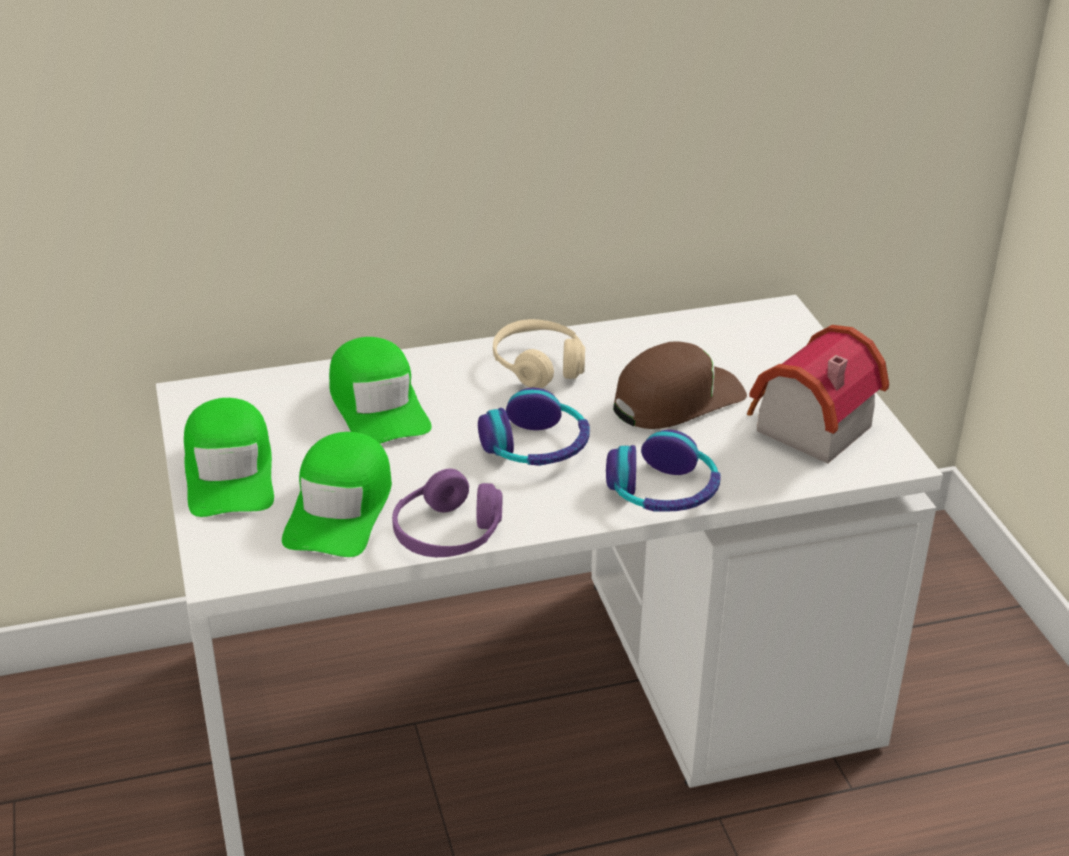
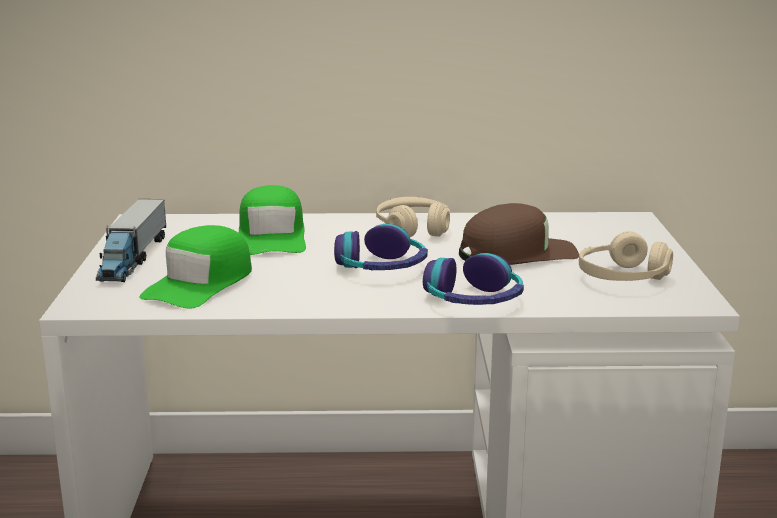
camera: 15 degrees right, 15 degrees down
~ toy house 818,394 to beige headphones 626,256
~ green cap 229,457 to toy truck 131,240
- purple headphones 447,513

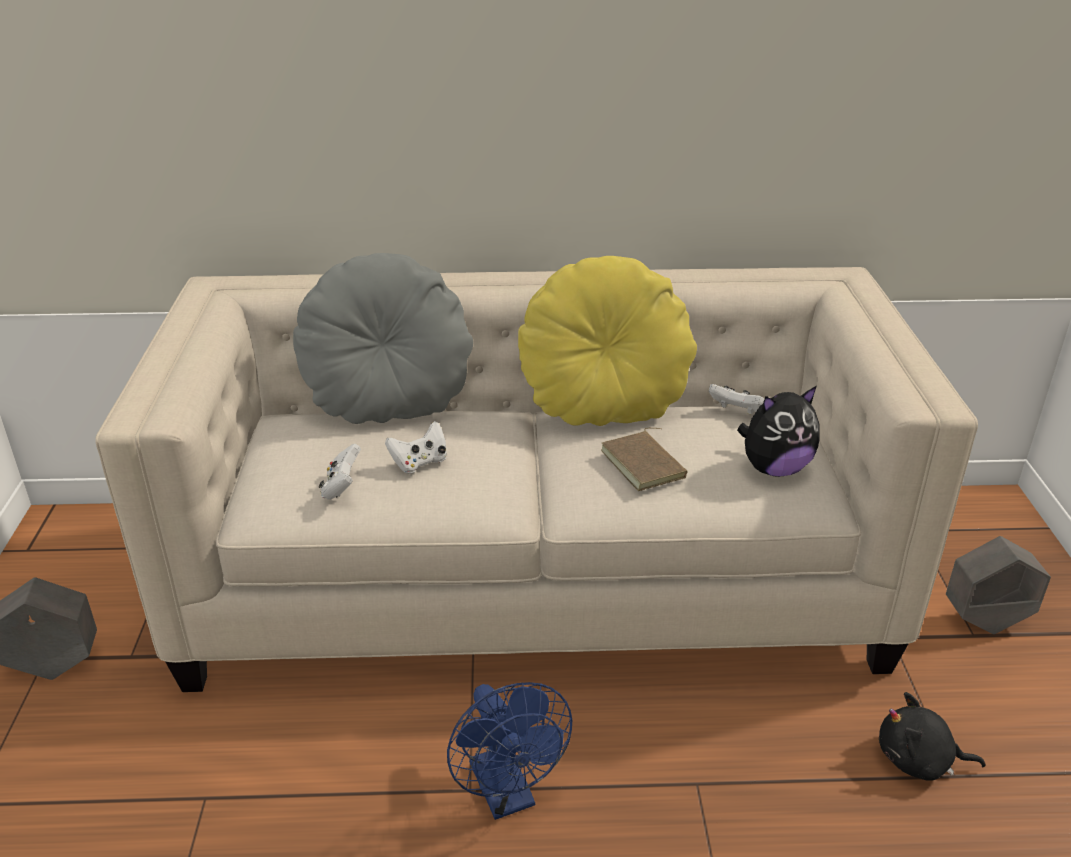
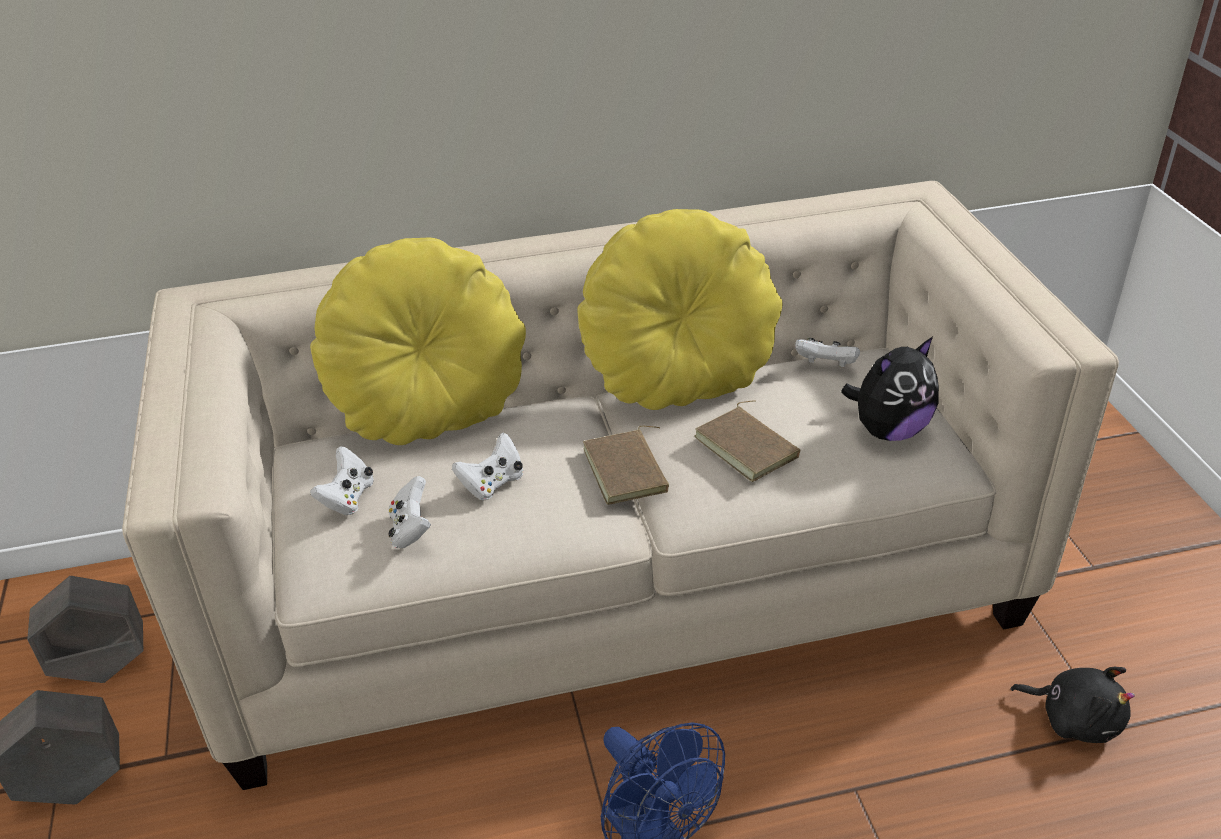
camera: 10 degrees left, 5 degrees up
~ grey pillow 383,338 to yellow pillow 418,341
~ grey planter 998,585 to 85,629
~ black plush toy 932,736 = 1072,705 150 degrees counterclockwise
+ brown book 626,465
+ white game controller 342,480

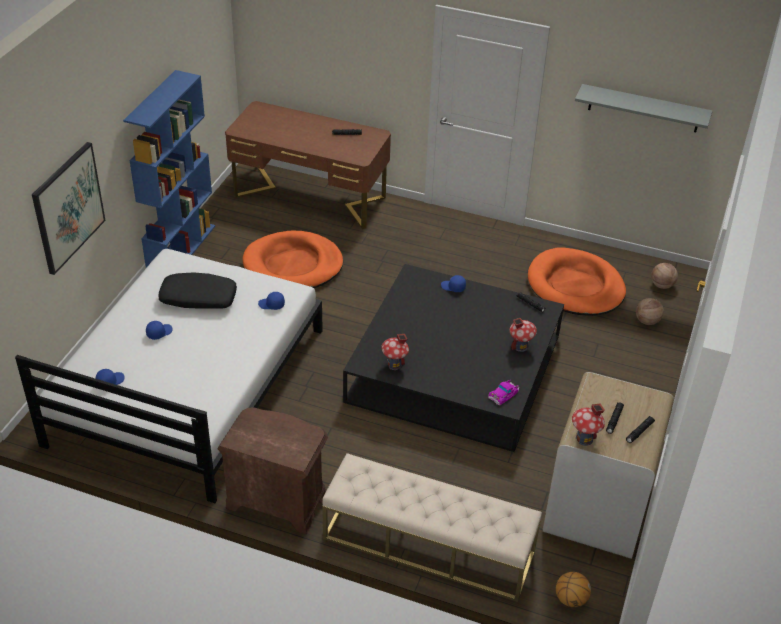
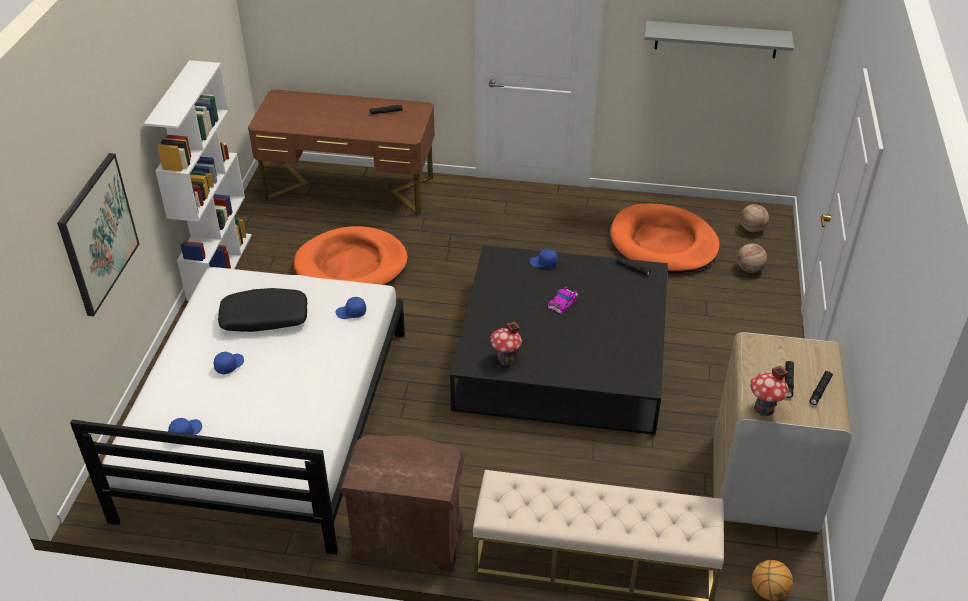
camera: 10 degrees left, 0 degrees up
~ blue bookcase 169,169 to white bookcase 198,180
- toy house 523,335
~ toy car 503,392 to 563,300

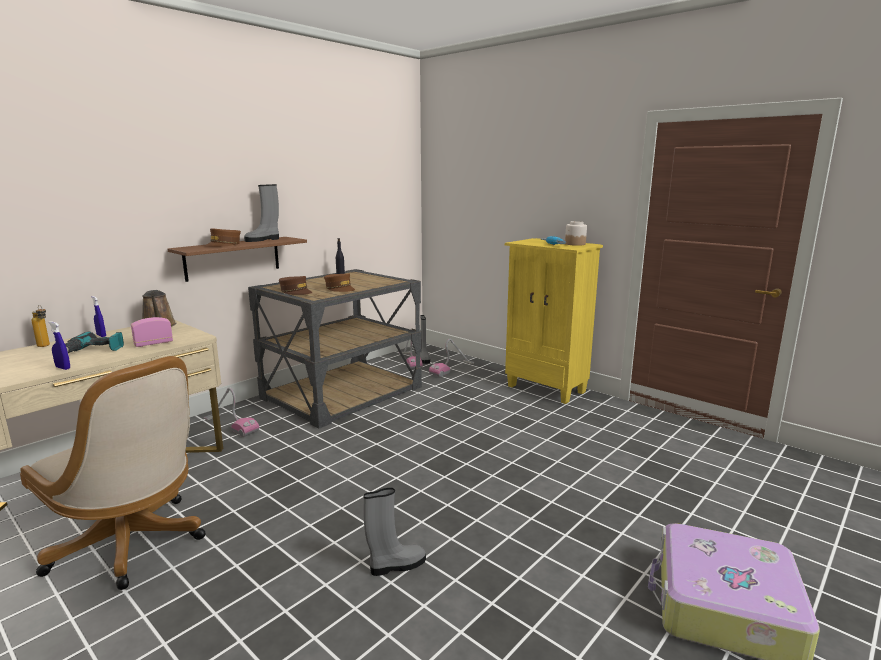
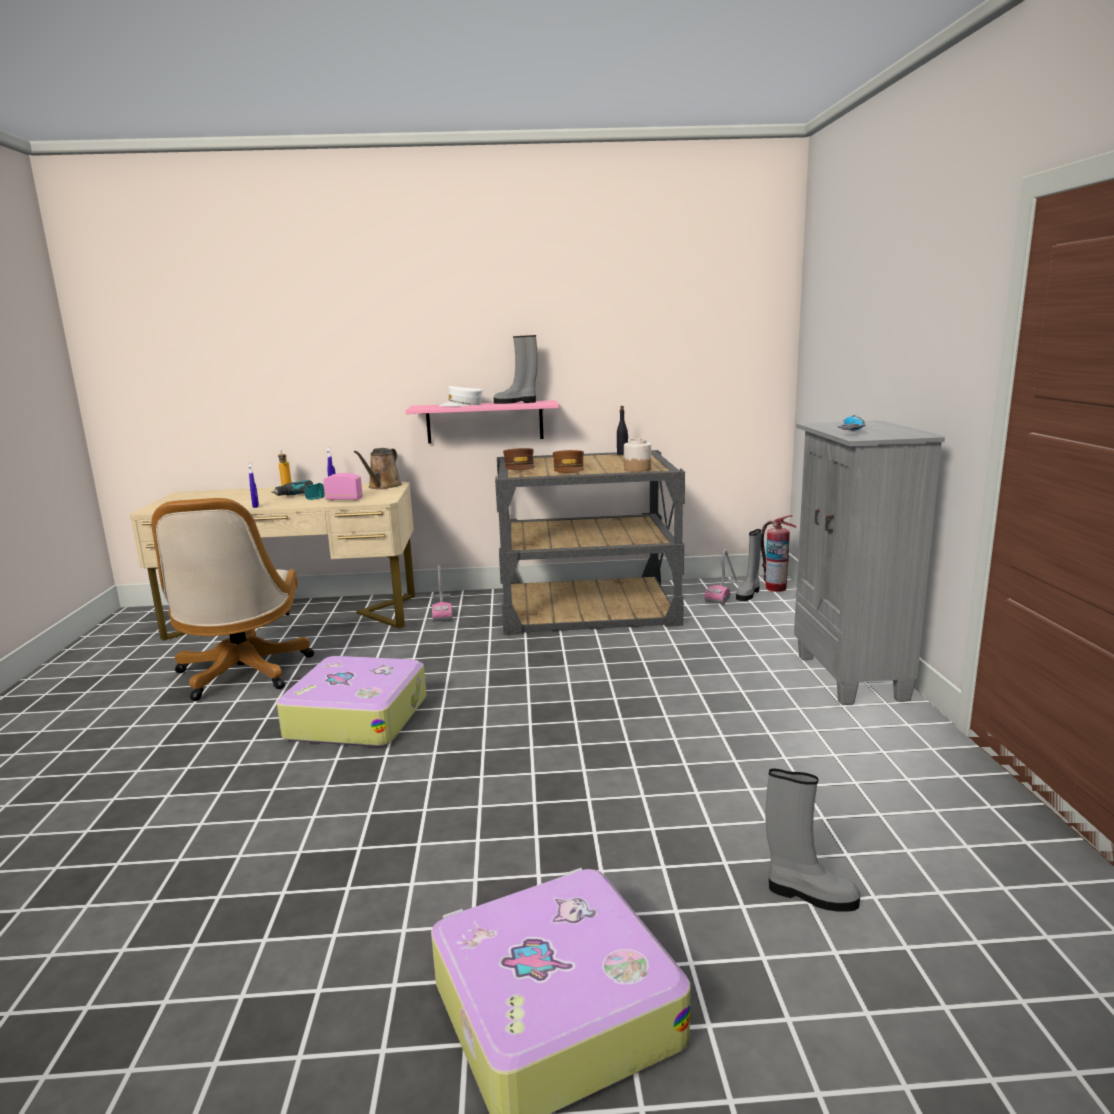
camera: 45 degrees right, 0 degrees up
~ jar 576,233 to 637,455
~ brown cap 223,237 to white cap 461,396
~ brown shelf 237,259 to pink shelf 482,422
~ yellow cabinet 554,321 to grey cabinet 870,562
- vacuum cleaner 451,358
~ grey boot 395,532 to 812,840
+ fire extinguisher 779,553
+ suitcase 352,701

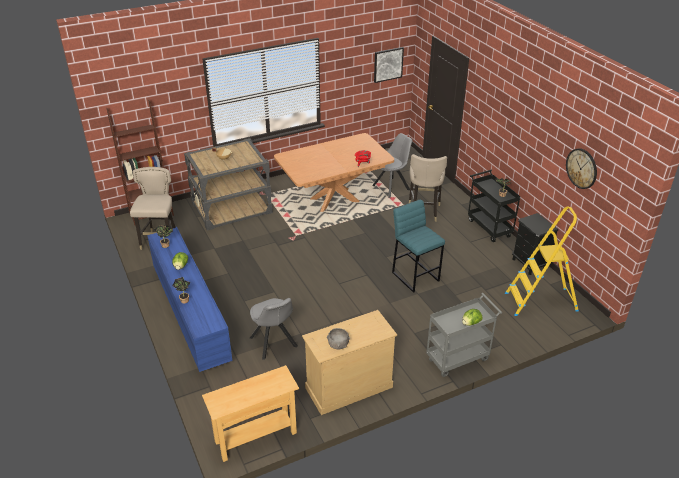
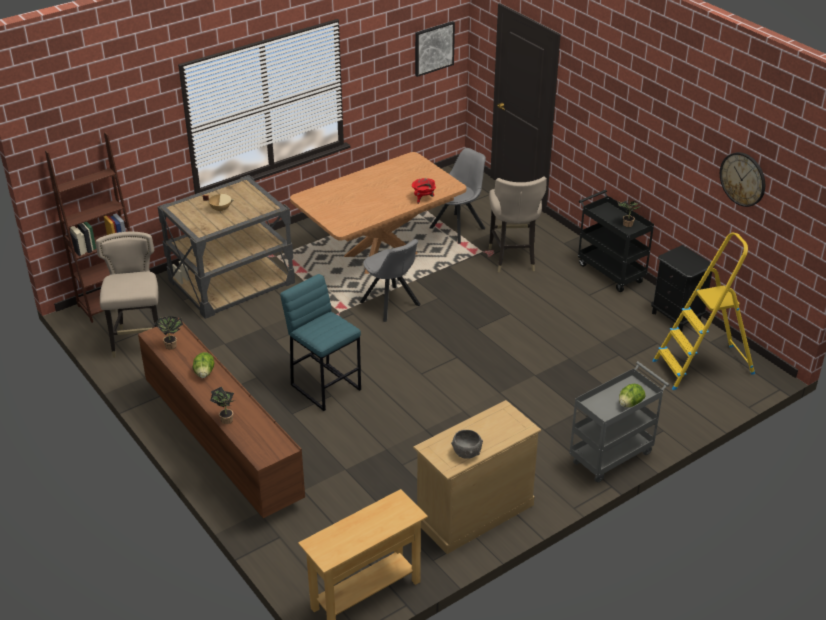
camera: 10 degrees left, 0 degrees up
~ turquoise stool 418,246 to 320,342
~ blue cabinet 189,299 to brown cabinet 221,417
~ grey chair 274,329 to 390,280

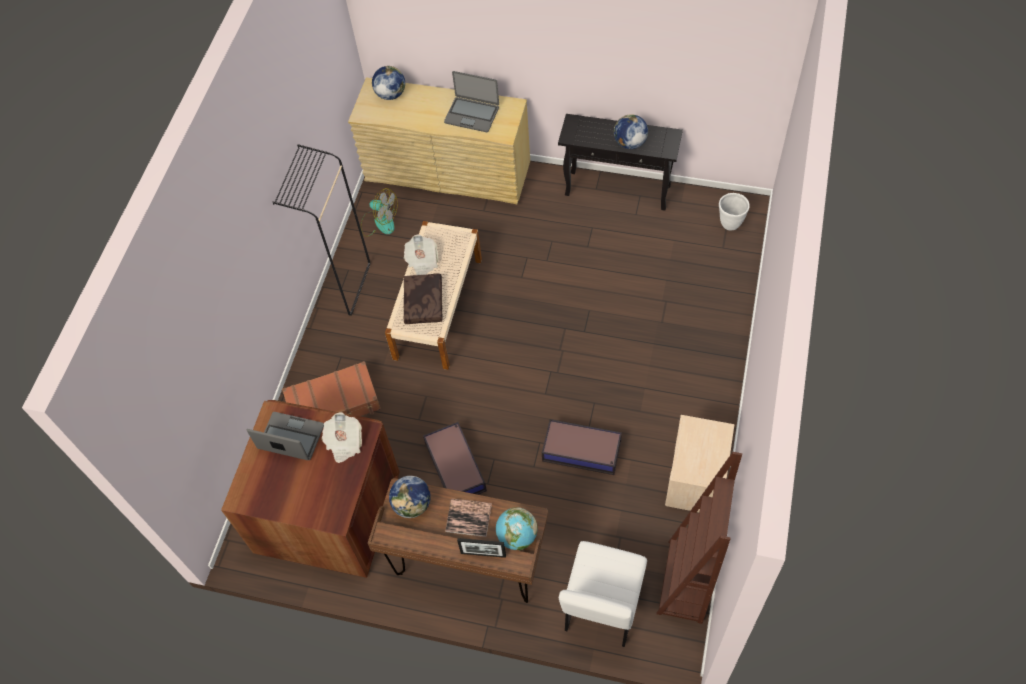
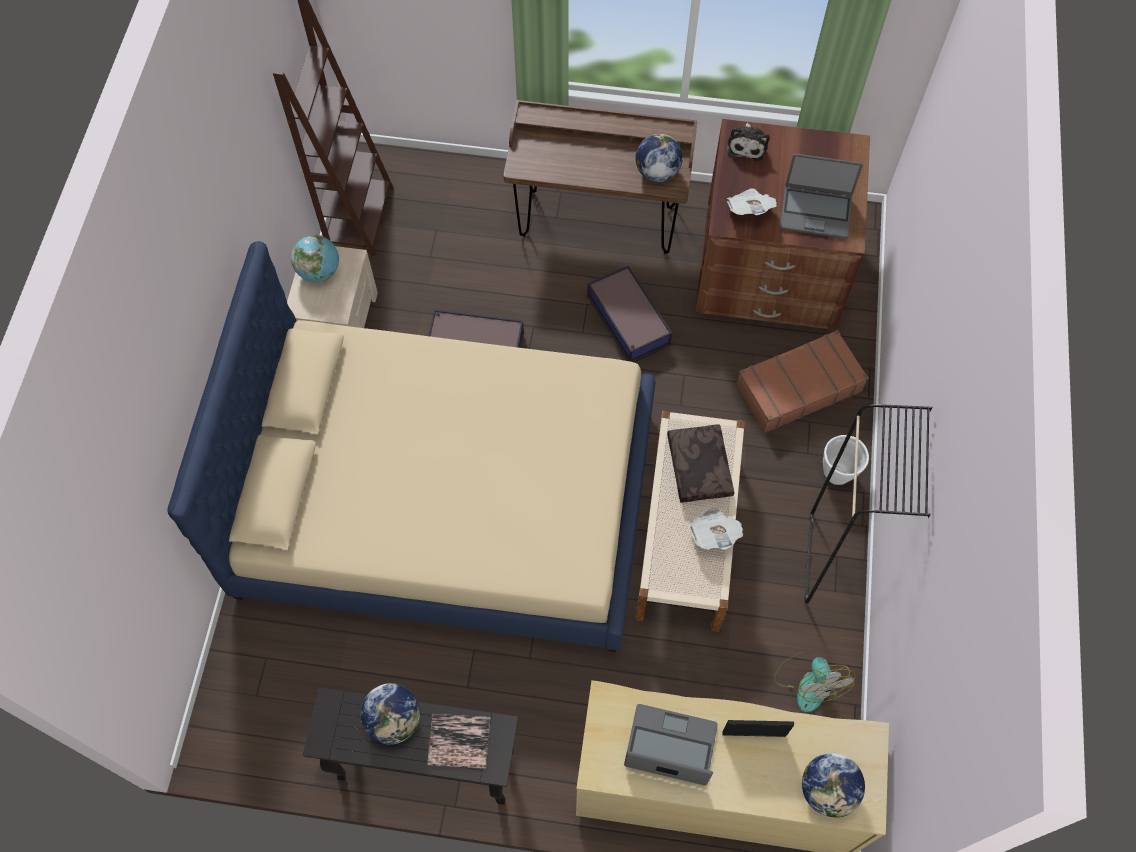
camera: 170 degrees right, 5 degrees up
~ fan 379,212 = 815,682 120 degrees counterclockwise
~ white planter 734,211 to 846,460
~ book 468,517 to 458,741
~ globe 517,528 to 315,258
~ picture frame 481,548 to 758,728
- white chair 603,594
+ plush toy 748,141
+ beige bed 411,446

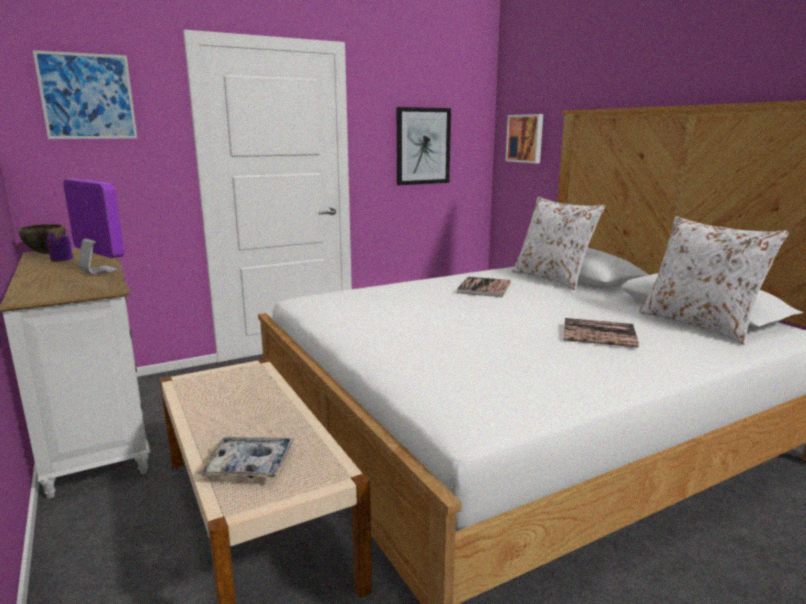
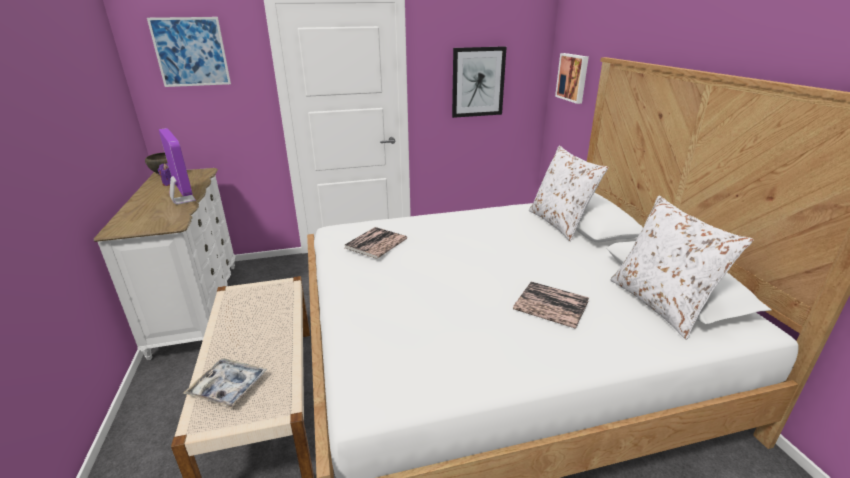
camera: 15 degrees right, 10 degrees up
~ book 483,287 to 376,243

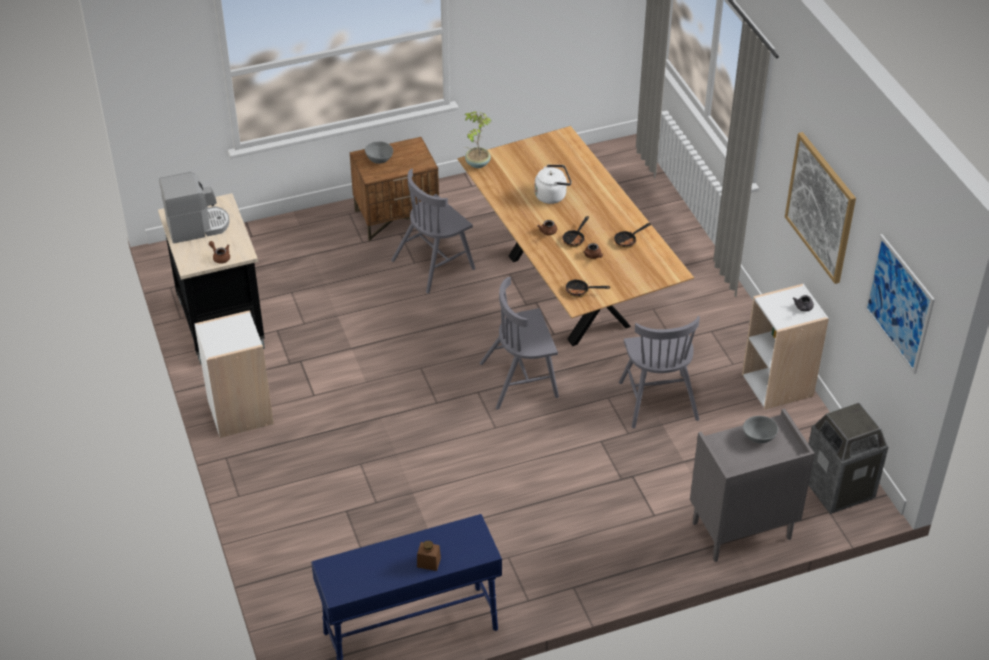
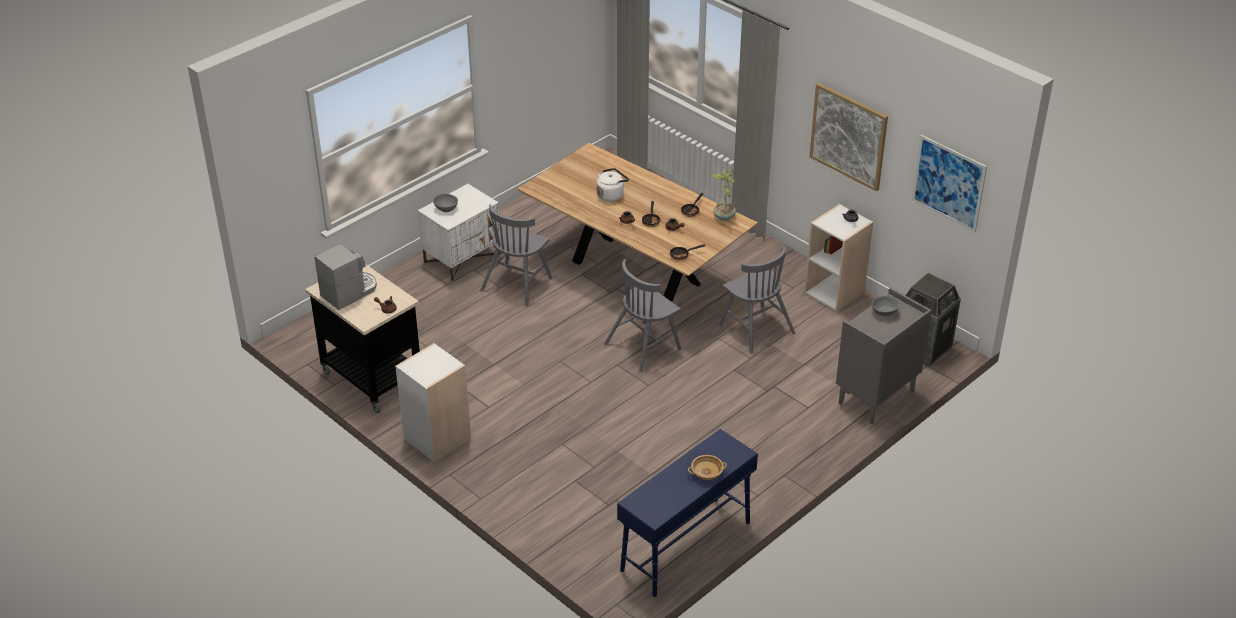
camera: 25 degrees left, 5 degrees down
~ potted plant 478,139 to 724,195
~ brown nightstand 394,189 to white nightstand 459,233
~ brown jar 429,555 to beige bowl 707,467

